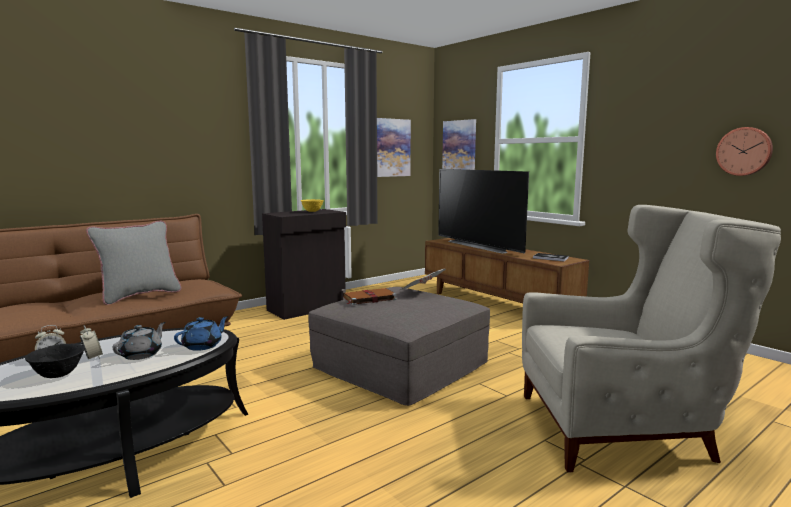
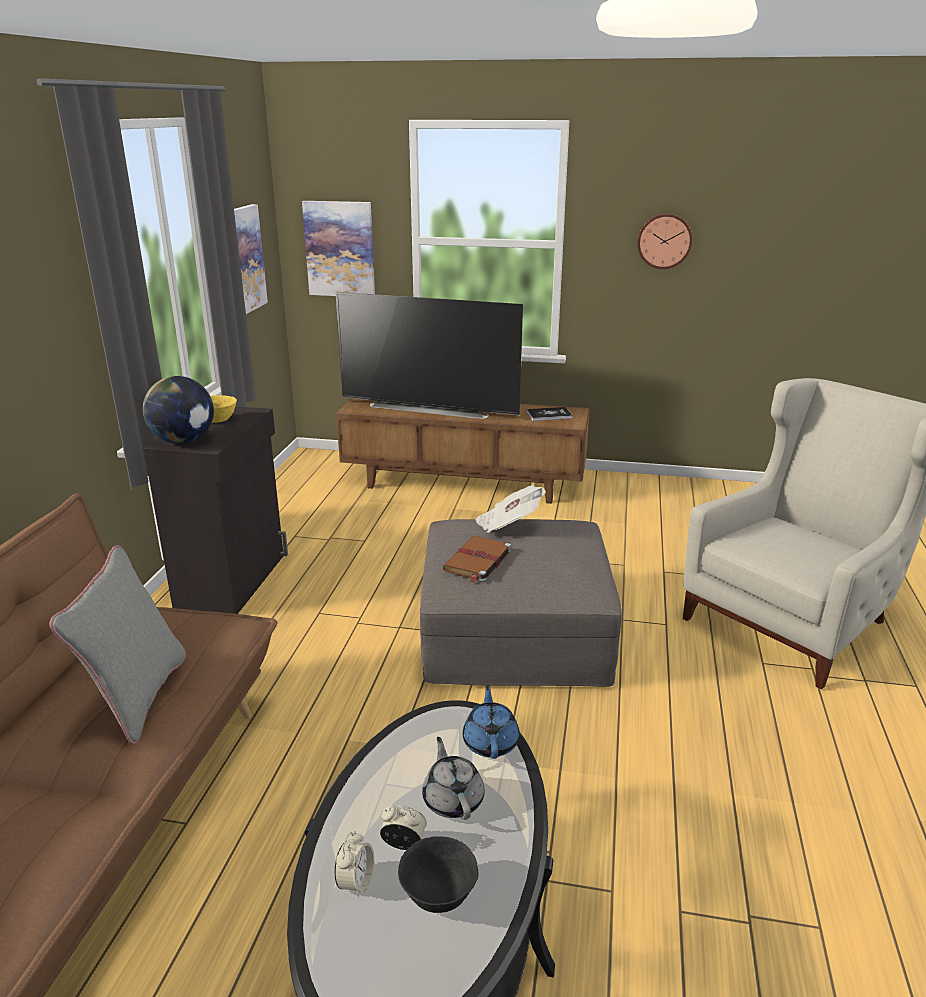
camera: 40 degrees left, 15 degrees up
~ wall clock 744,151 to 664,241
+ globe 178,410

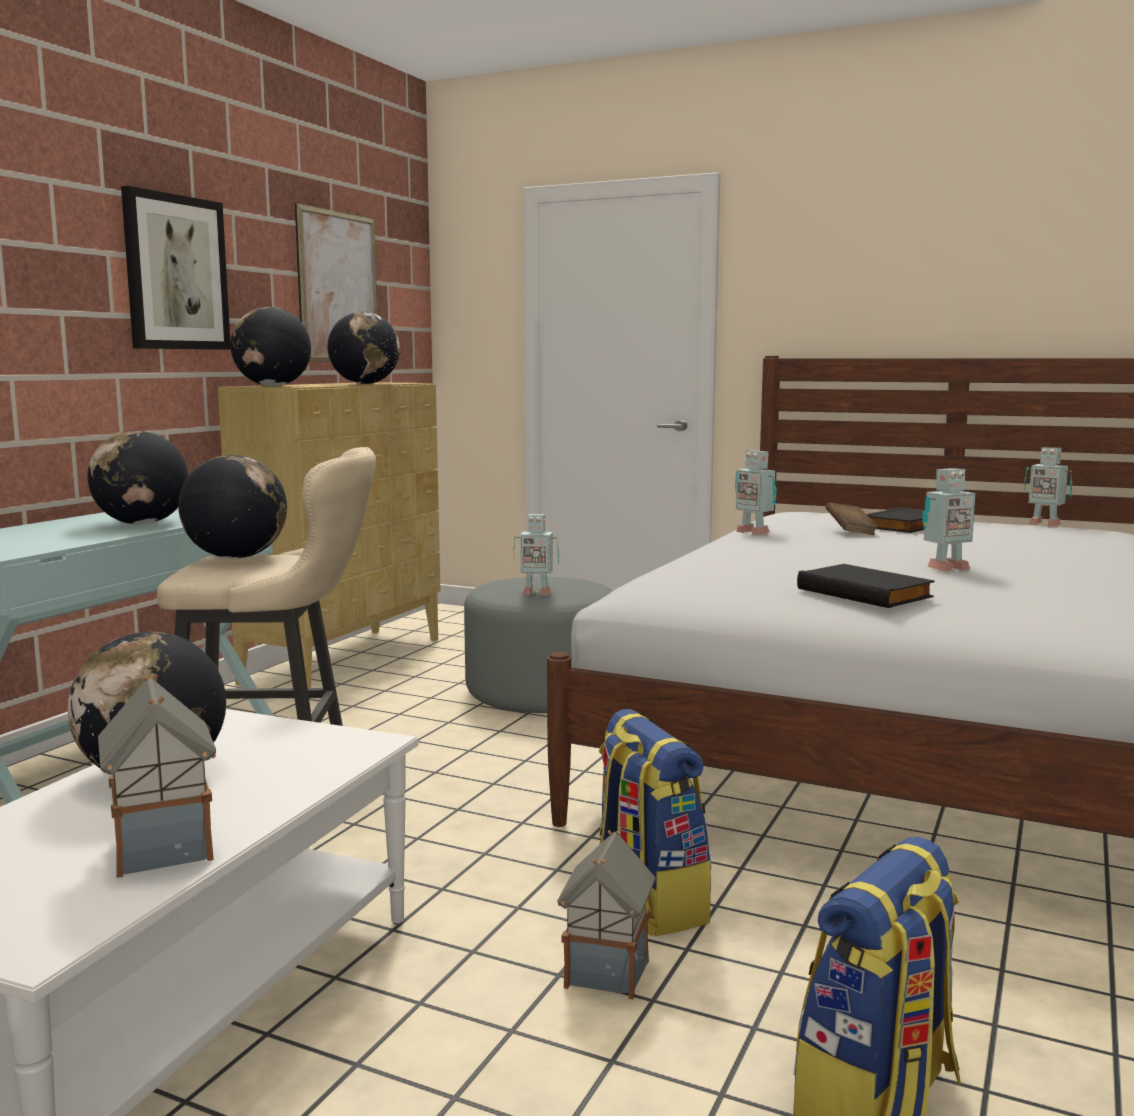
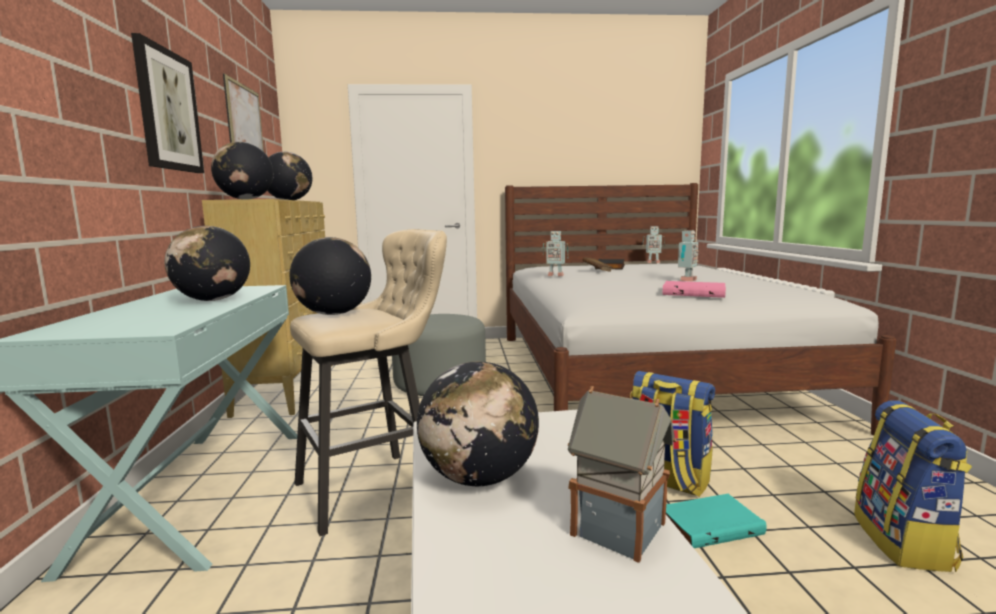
camera: 30 degrees left, 0 degrees up
- toy robot 536,555
~ black book 866,586 to pink book 694,289
~ toy house 606,914 to turquoise book 716,521

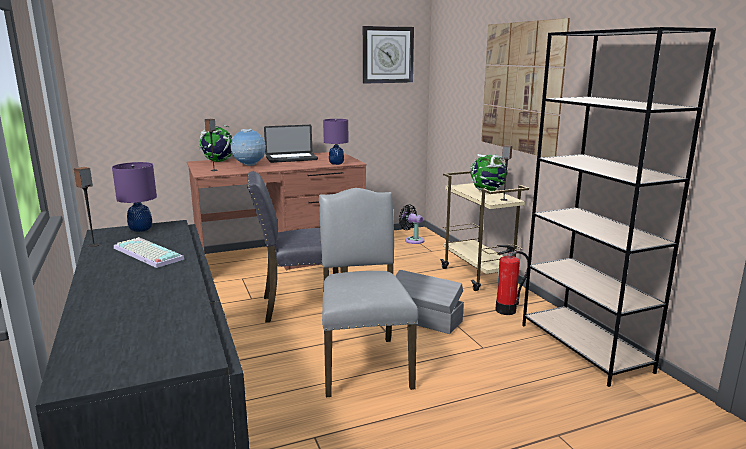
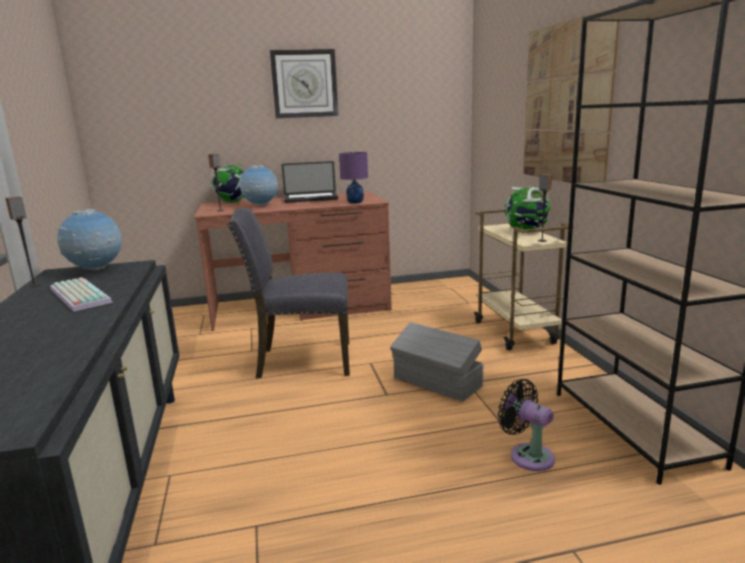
camera: 10 degrees right, 0 degrees up
~ wall clock 388,55 to 304,83
~ purple table lamp 134,197 to globe 89,240
- grey chair 369,292
~ black fan 411,224 to 526,425
- fire extinguisher 511,280

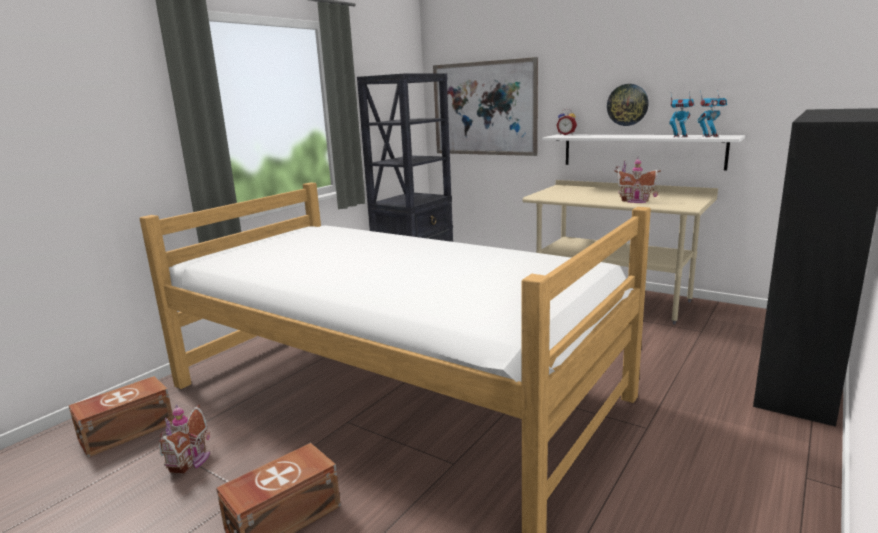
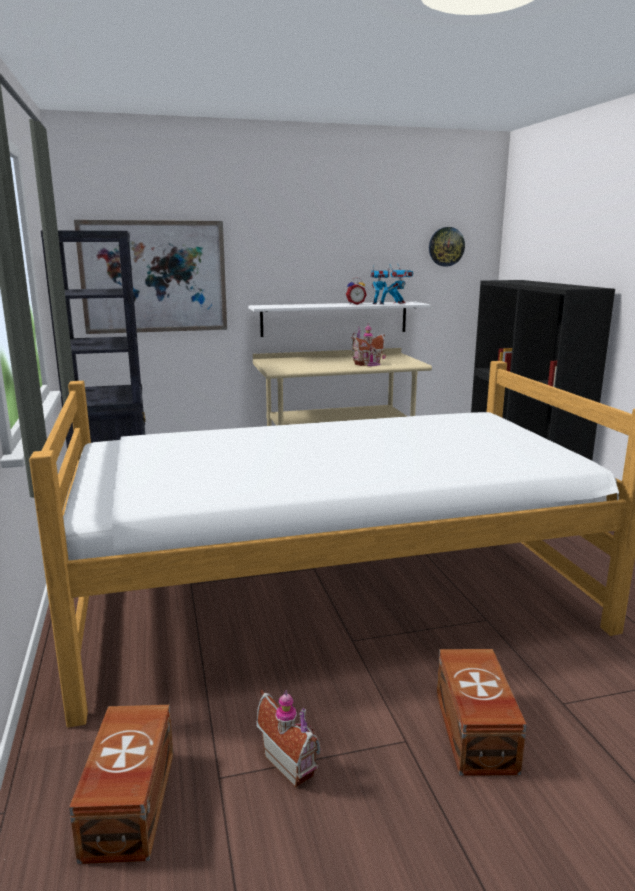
camera: 50 degrees left, 0 degrees up
~ wall clock 628,105 to 447,247
~ alarm clock 566,122 to 356,291

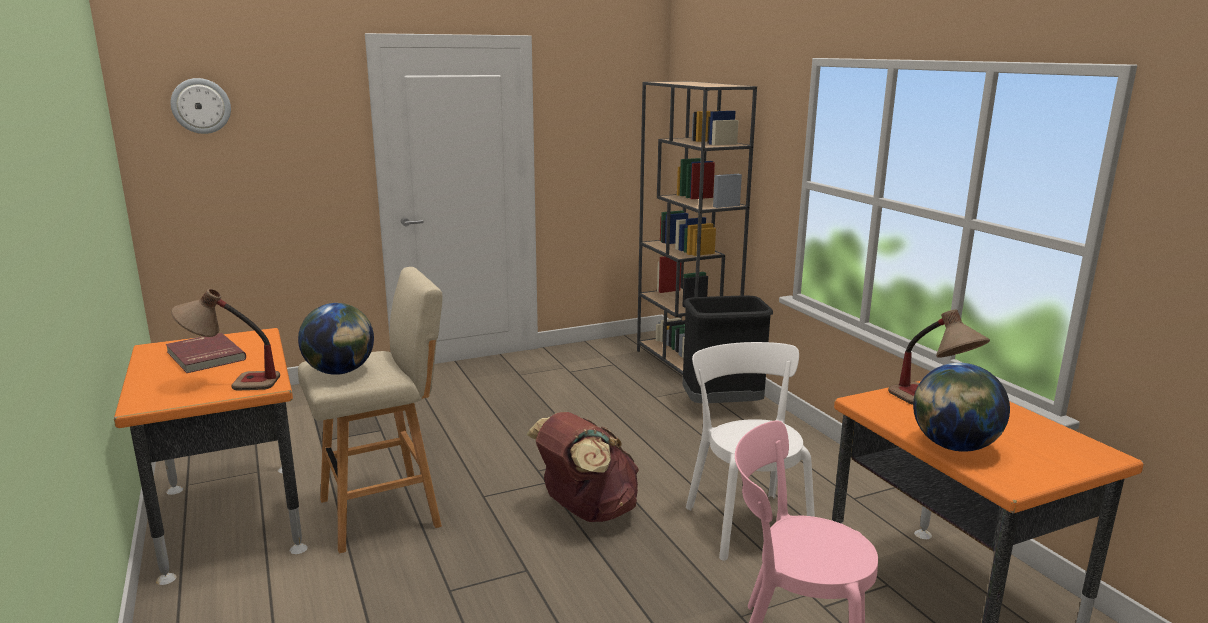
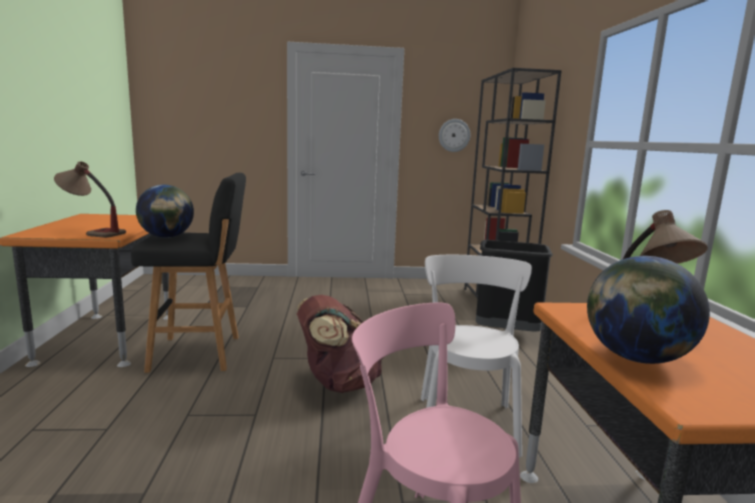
camera: 20 degrees right, 5 degrees down
~ wall clock 200,106 to 455,135
~ beige stool 370,410 to black stool 188,273
- red book 206,353

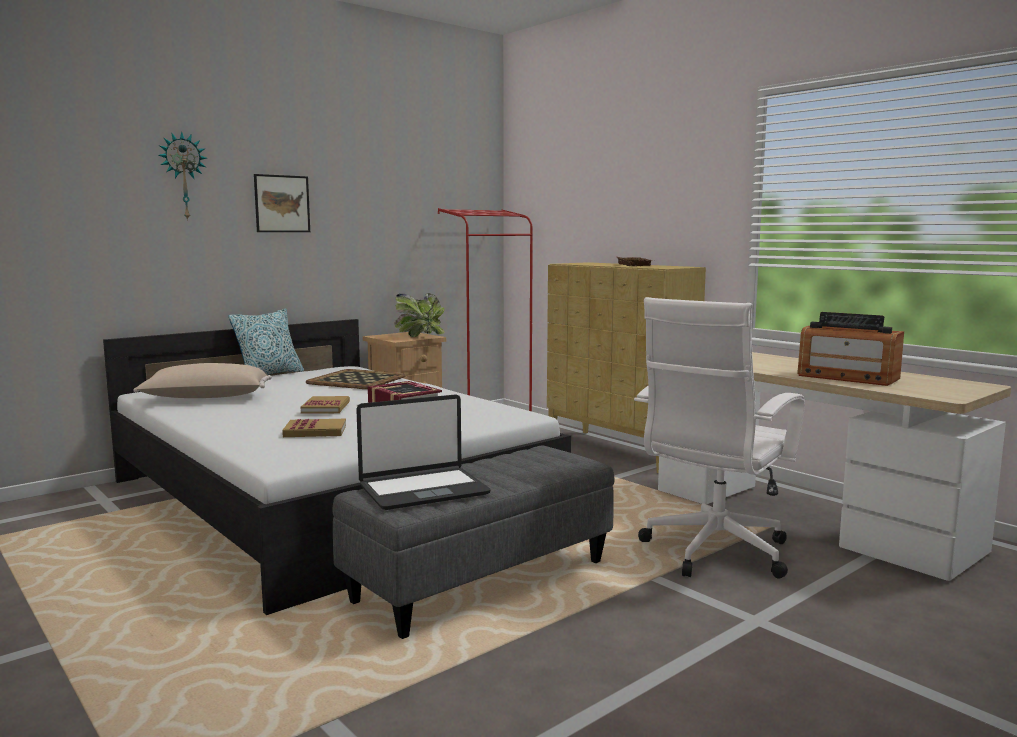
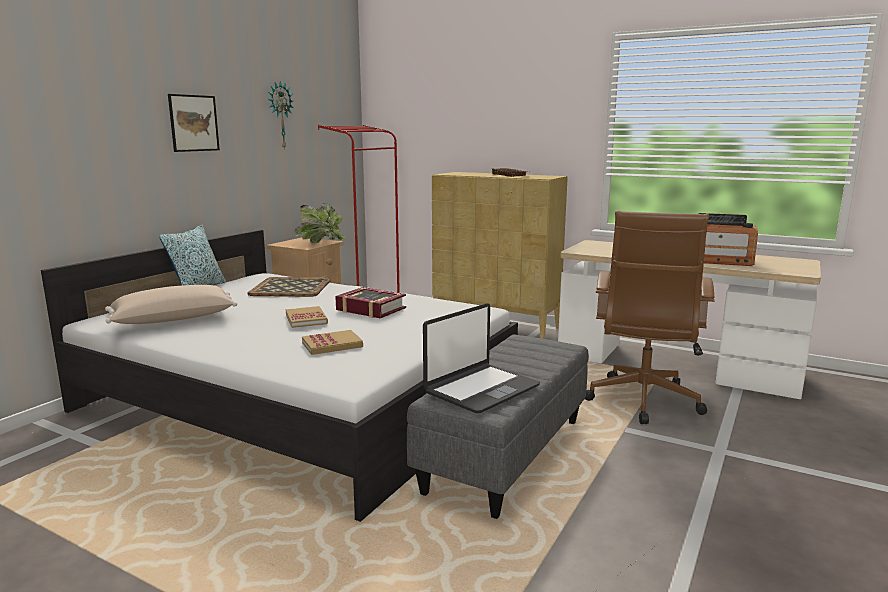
camera: 20 degrees left, 5 degrees up
~ wall clock 182,176 to 281,115
~ white office chair 719,438 to brown office chair 650,317

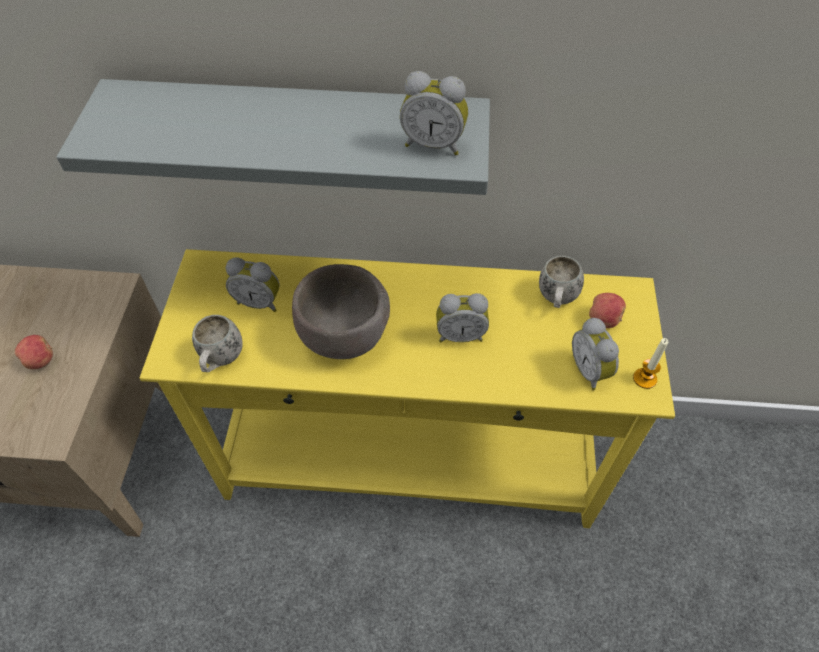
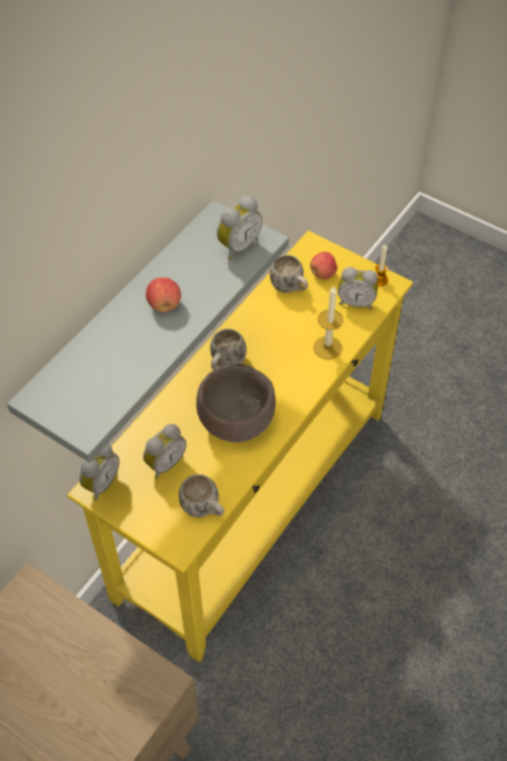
camera: 60 degrees left, 0 degrees up
~ alarm clock 462,317 to 99,472
~ apple 34,352 to 163,294
+ candle 328,322
+ white mug 228,349

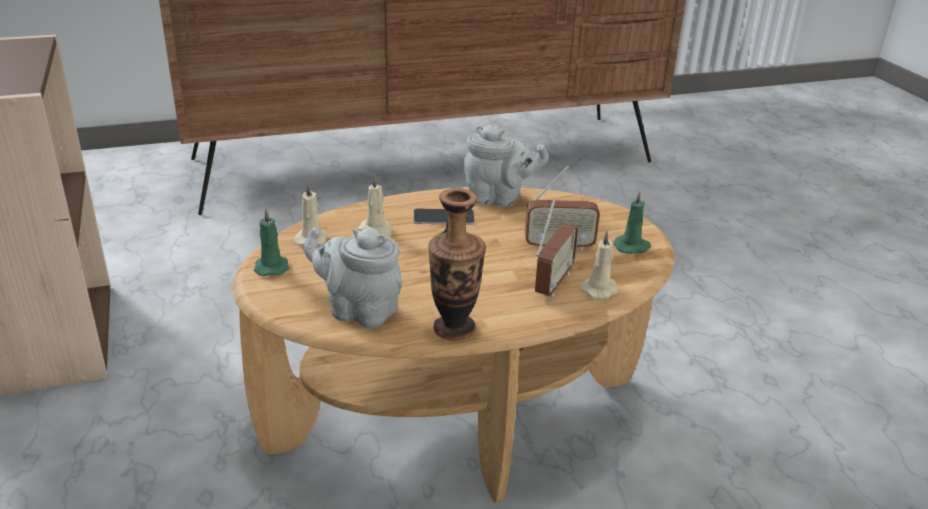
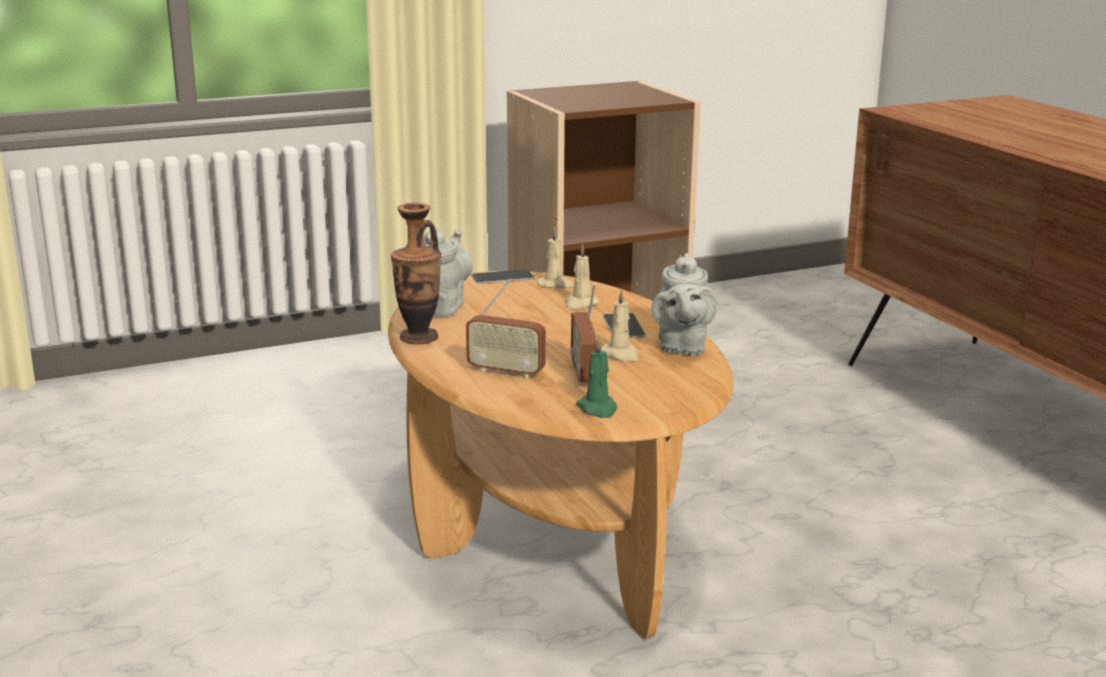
camera: 85 degrees right, 10 degrees down
~ green candle 271,242 to phone 502,276
~ beige candle 599,264 to 620,325

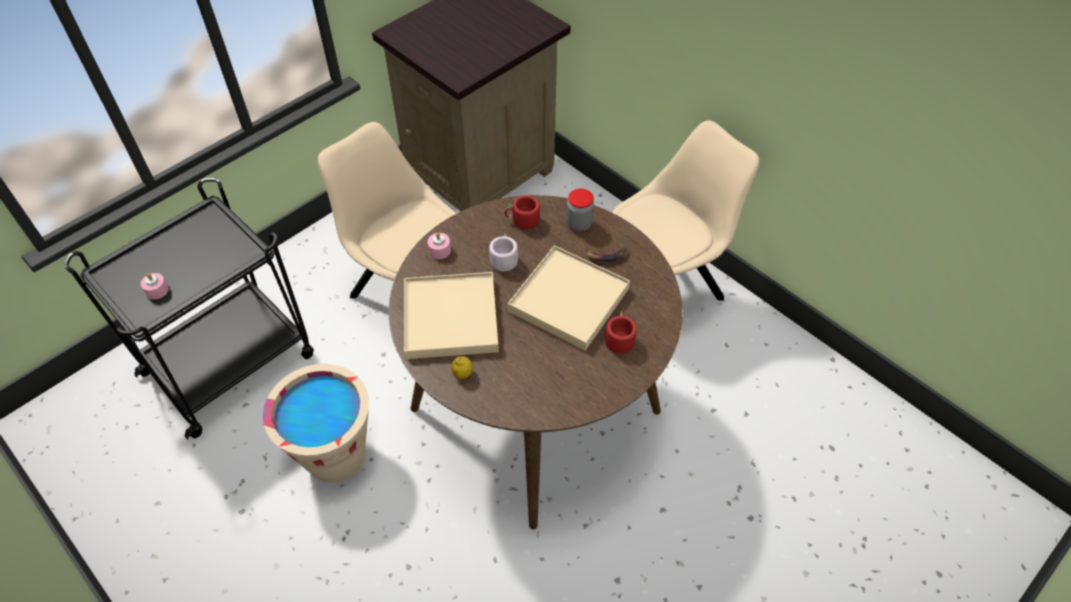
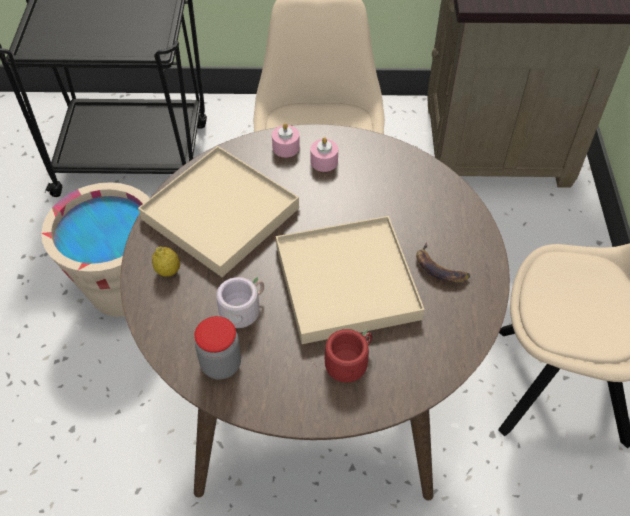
camera: 45 degrees right, 0 degrees up
~ jar 580,210 to 217,348
- red mug 522,212
~ grey mug 503,251 to 235,302
~ pink candle 155,286 to 324,154

